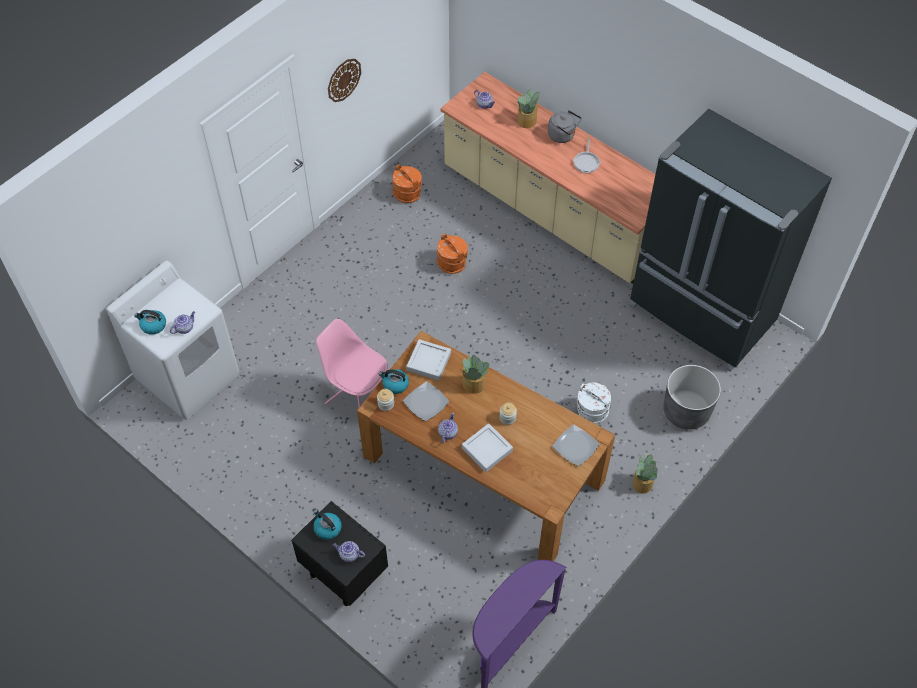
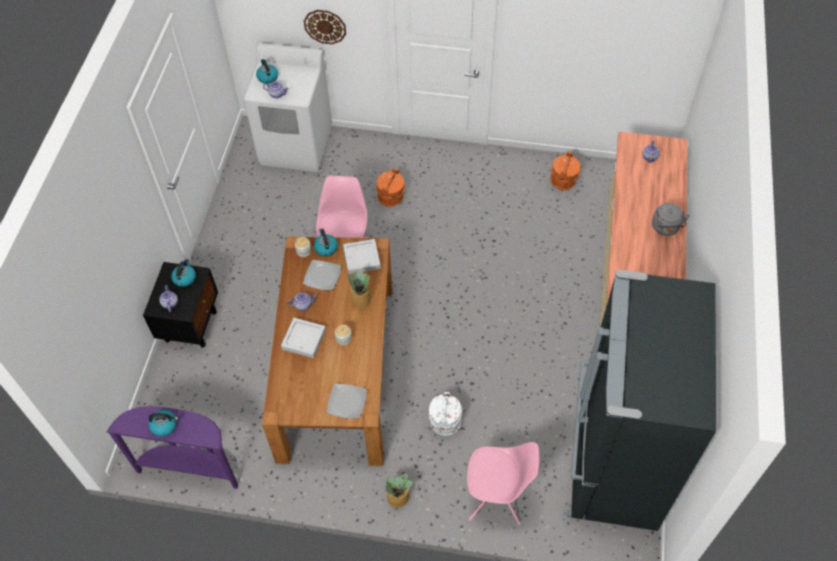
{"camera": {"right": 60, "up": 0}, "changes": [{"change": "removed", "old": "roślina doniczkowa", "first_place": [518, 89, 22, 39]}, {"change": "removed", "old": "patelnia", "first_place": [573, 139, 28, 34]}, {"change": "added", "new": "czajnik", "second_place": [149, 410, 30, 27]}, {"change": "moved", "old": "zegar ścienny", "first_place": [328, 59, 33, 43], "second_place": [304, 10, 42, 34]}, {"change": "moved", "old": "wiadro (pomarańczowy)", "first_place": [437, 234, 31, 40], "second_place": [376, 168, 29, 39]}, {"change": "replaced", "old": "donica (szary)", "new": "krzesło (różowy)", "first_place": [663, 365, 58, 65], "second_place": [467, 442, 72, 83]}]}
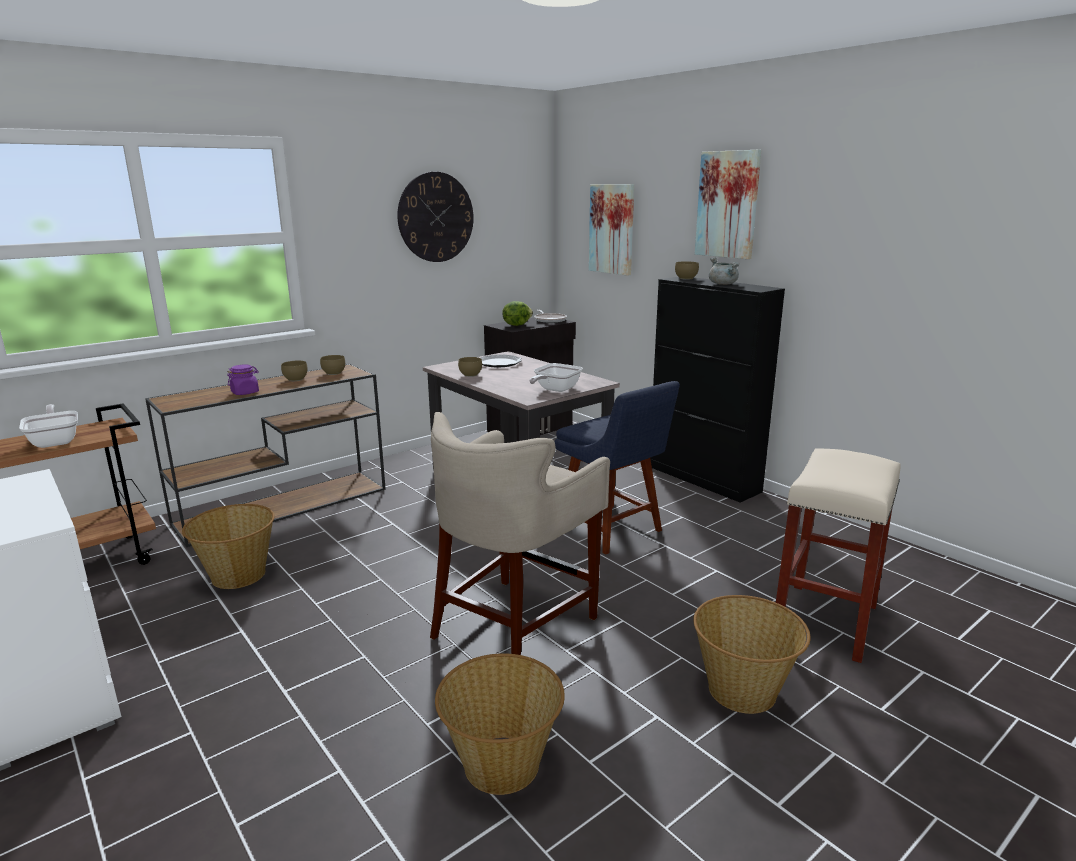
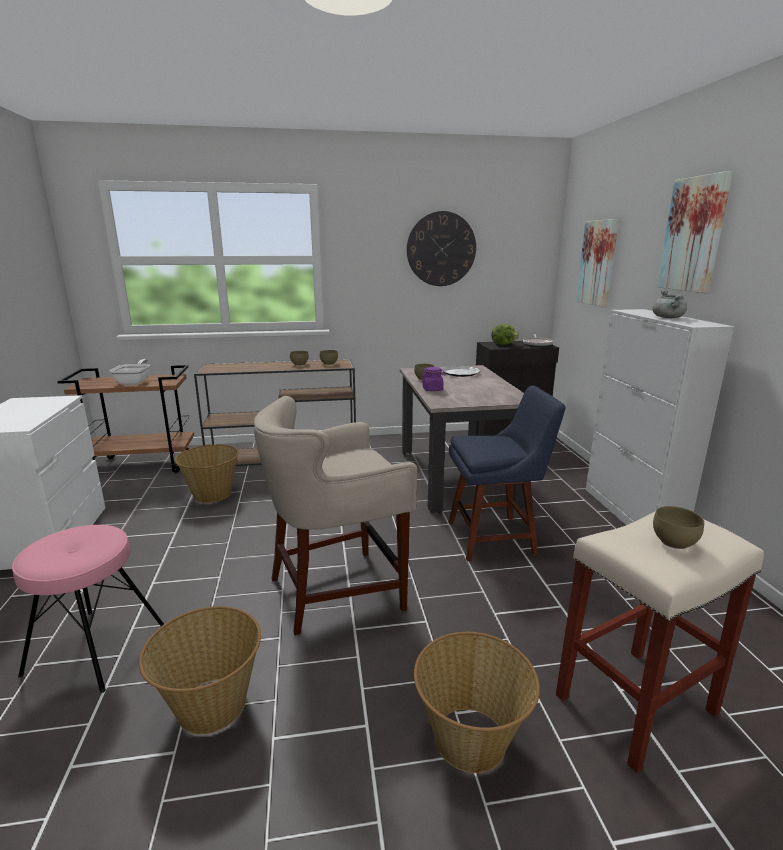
{"camera": {"right": 30, "up": 0}, "changes": [{"change": "removed", "old": "patelnia", "first_place": [529, 363, 54, 29]}, {"change": "added", "new": "stołek (różowy)", "second_place": [12, 525, 152, 168]}, {"change": "moved", "old": "słoik (fioletowy)", "first_place": [227, 365, 32, 30], "second_place": [421, 367, 25, 24]}, {"change": "moved", "old": "miska (brązowy)", "first_place": [675, 261, 24, 19], "second_place": [653, 506, 51, 43]}, {"change": "recoloured", "old": "szafka (czarny)", "new": "szafka (biały)", "first_place": [650, 277, 135, 226], "second_place": [586, 309, 149, 216]}, {"change": "turned", "old": "krzesło (niebieski)", "first_place": [555, 381, 125, 174], "second_place": [448, 385, 118, 176], "degrees": -90}]}
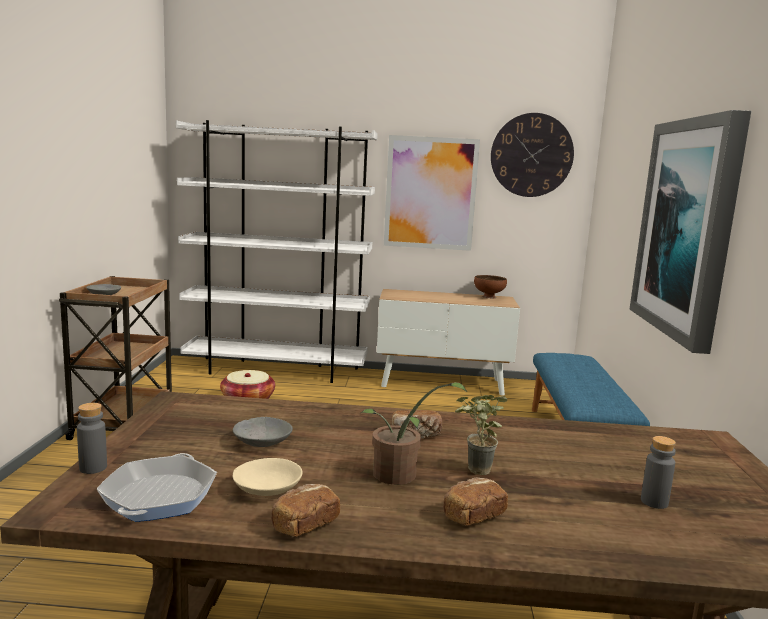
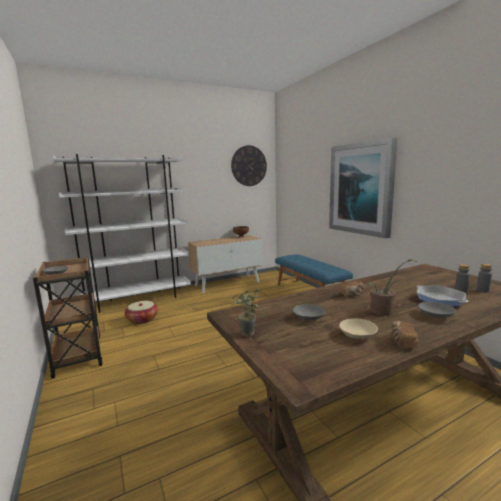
{"camera": {"right": -30, "up": 0}, "changes": [{"change": "removed", "old": "obraz", "first_place": [384, 135, 96, 116]}, {"change": "moved", "old": "butelka (szary)", "first_place": [77, 403, 30, 71], "second_place": [477, 264, 15, 28]}, {"change": "moved", "old": "patelnia", "first_place": [97, 453, 120, 69], "second_place": [417, 285, 51, 21]}, {"change": "moved", "old": "roślina doniczkowa", "first_place": [455, 395, 52, 80], "second_place": [232, 289, 27, 48]}, {"change": "replaced", "old": "chleb", "new": "miska (szary)", "first_place": [443, 477, 65, 49], "second_place": [418, 302, 38, 16]}]}
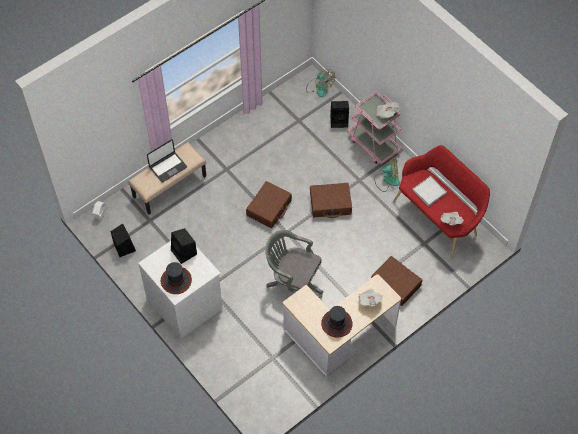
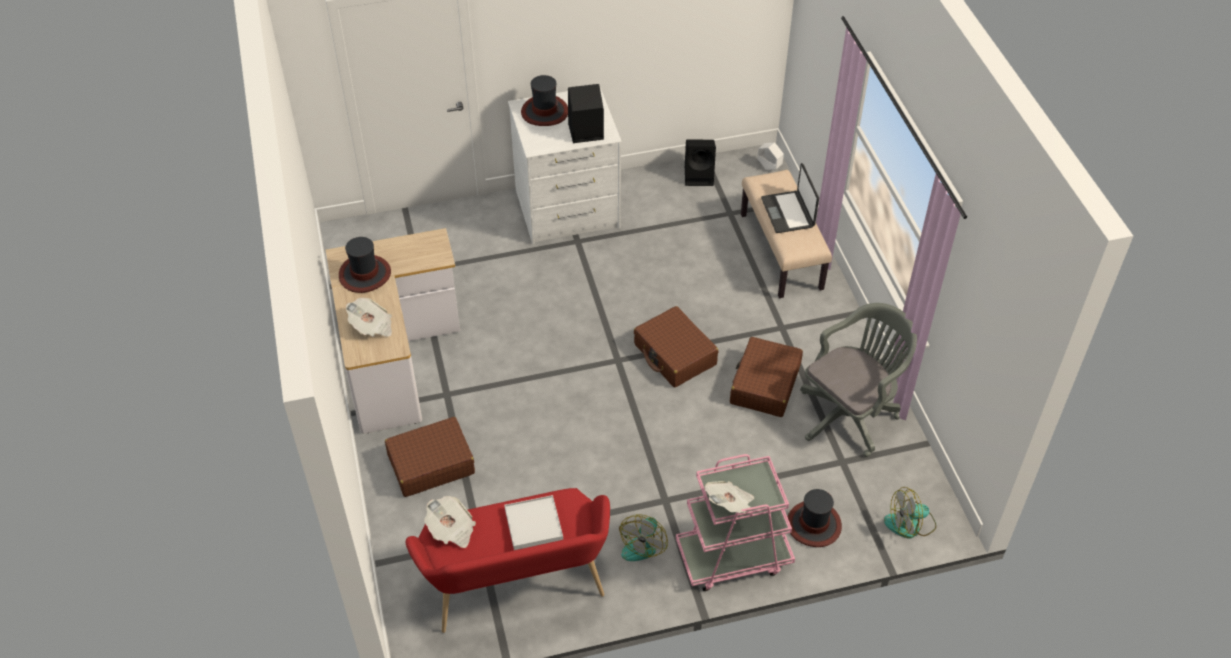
{"camera": {"right": 115, "up": -10}, "changes": [{"change": "moved", "old": "krzesło biurowe (szary)", "first_place": [265, 230, 58, 68], "second_place": [800, 303, 117, 154]}, {"change": "moved", "old": "walizka (brązowy)", "first_place": [310, 183, 42, 35], "second_place": [730, 337, 73, 80]}, {"change": "replaced", "old": "głośnik (czarny)", "new": "kapelusz", "first_place": [330, 101, 19, 27], "second_place": [788, 489, 54, 58]}]}
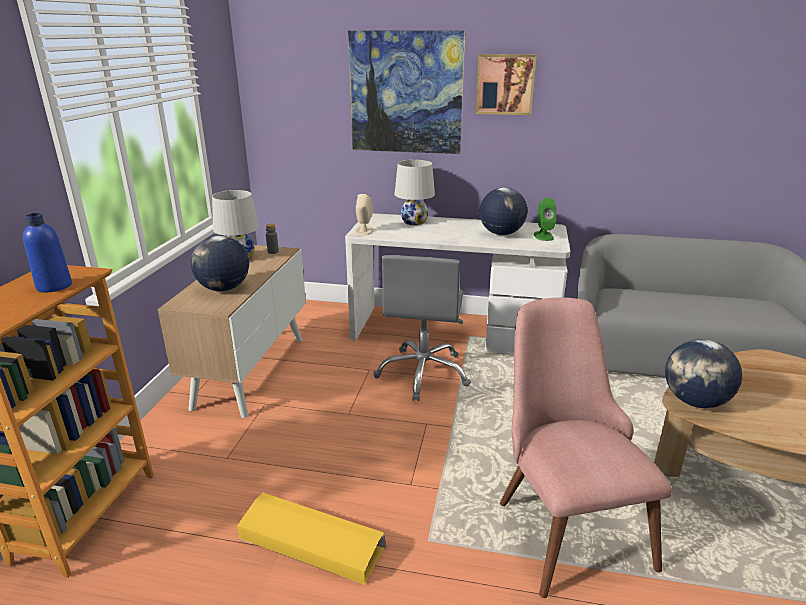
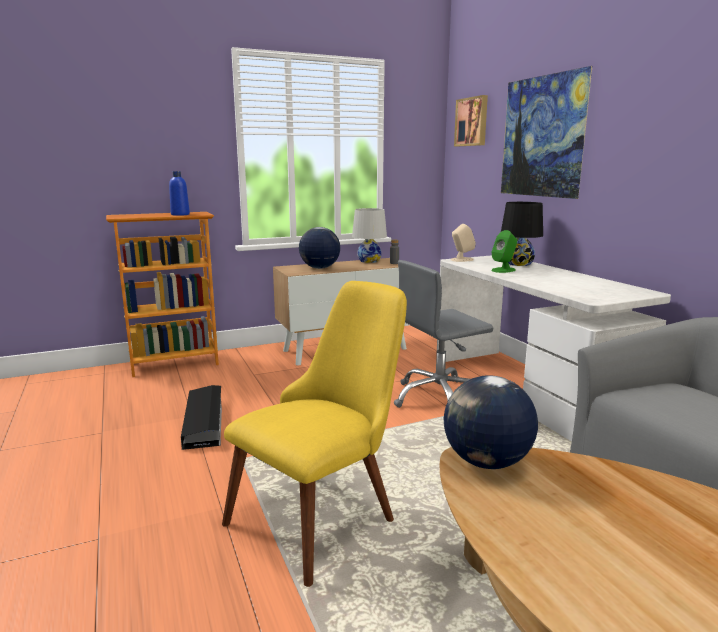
{"camera": {"right": 55, "up": -10}, "changes": [{"change": "removed", "old": "globus", "first_place": [480, 187, 47, 48]}, {"change": "moved", "old": "obraz", "first_place": [475, 54, 62, 61], "second_place": [454, 95, 34, 51]}, {"change": "moved", "old": "głośnik (zielony)", "first_place": [534, 198, 22, 43], "second_place": [491, 230, 26, 43]}, {"change": "recoloured", "old": "pojemnik do przechowywania (żółty)", "new": "pojemnik do przechowywania (czarny)", "first_place": [237, 493, 148, 92], "second_place": [181, 385, 41, 65]}, {"change": "recoloured", "old": "lampa stołowa (biały)", "new": "lampa stołowa (czarny)", "first_place": [395, 160, 40, 65], "second_place": [501, 202, 42, 64]}, {"change": "recoloured", "old": "krzesło (różowy)", "new": "krzesło (żółty)", "first_place": [500, 298, 172, 300], "second_place": [222, 281, 185, 306]}]}
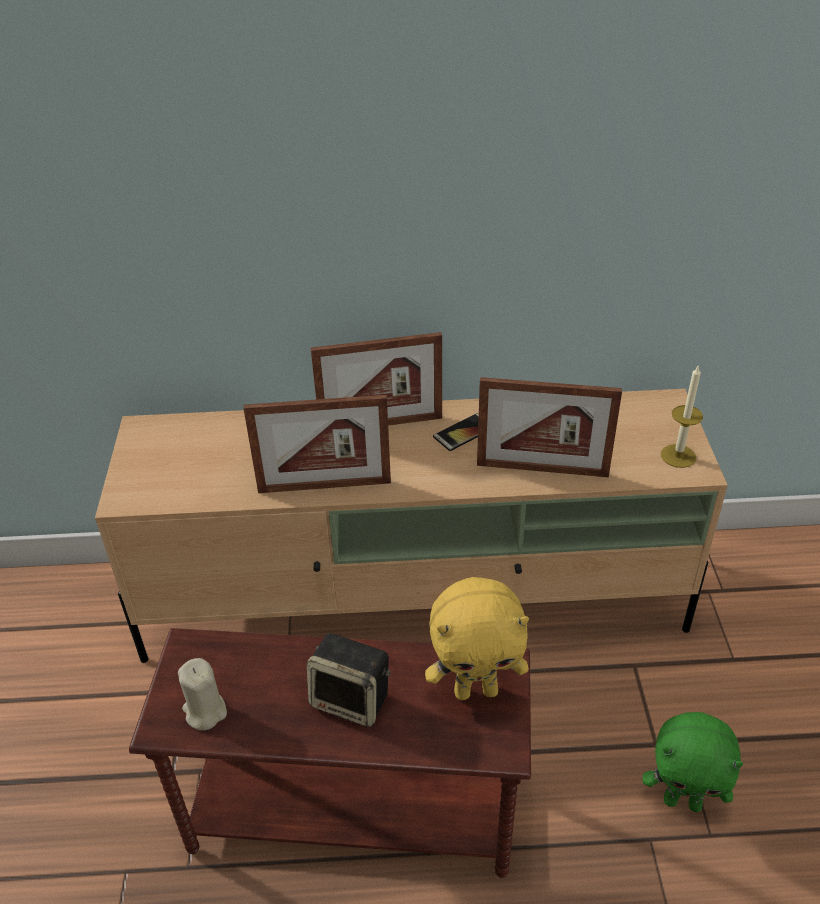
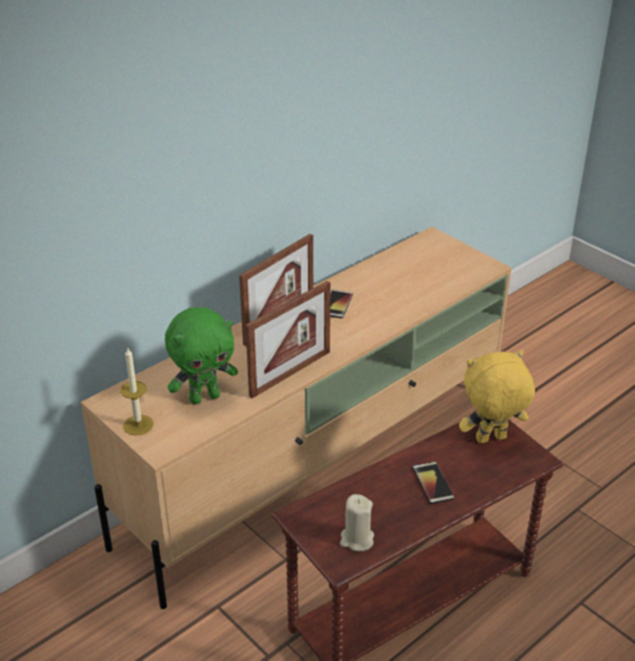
{"camera": {"right": -40, "up": -5}, "changes": [{"change": "removed", "old": "ramka na zdjęcie", "first_place": [477, 377, 145, 100]}, {"change": "moved", "old": "pluszak (zielony)", "first_place": [642, 712, 101, 100], "second_place": [165, 307, 73, 98]}, {"change": "moved", "old": "świeca", "first_place": [661, 364, 42, 104], "second_place": [120, 348, 34, 87]}, {"change": "replaced", "old": "głośnik", "new": "telefon", "first_place": [307, 633, 84, 94], "second_place": [413, 462, 42, 42]}, {"change": "turned", "old": "pluszak (żółty)", "first_place": [425, 577, 104, 123], "second_place": [459, 350, 76, 93], "degrees": -150}]}
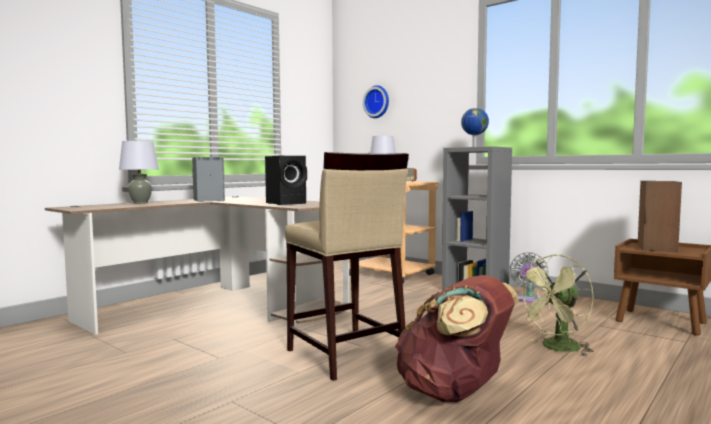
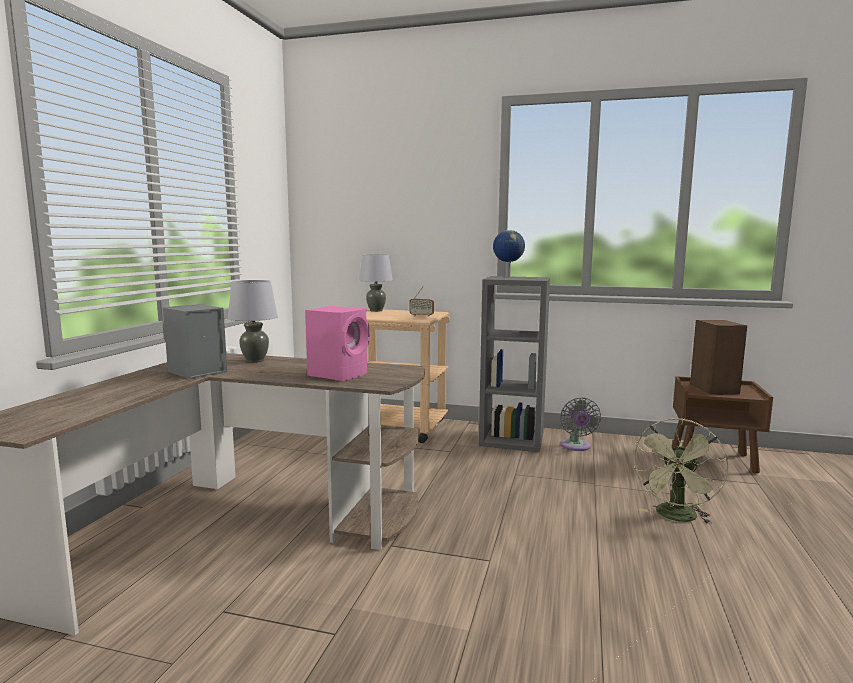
{"camera": {"right": -25, "up": 5}, "changes": [{"change": "removed", "old": "stołek (beżowy)", "first_place": [285, 152, 124, 229]}, {"change": "removed", "old": "zegar ścienny", "first_place": [363, 85, 26, 33]}, {"change": "removed", "old": "plecak (brązowy)", "first_place": [395, 275, 124, 127]}, {"change": "moved", "old": "lampa stołowa (szary)", "first_place": [119, 141, 40, 63], "second_place": [228, 280, 50, 82]}, {"change": "recoloured", "old": "głośnik (czarny)", "new": "głośnik (różowy)", "first_place": [265, 156, 42, 49], "second_place": [305, 306, 64, 75]}]}
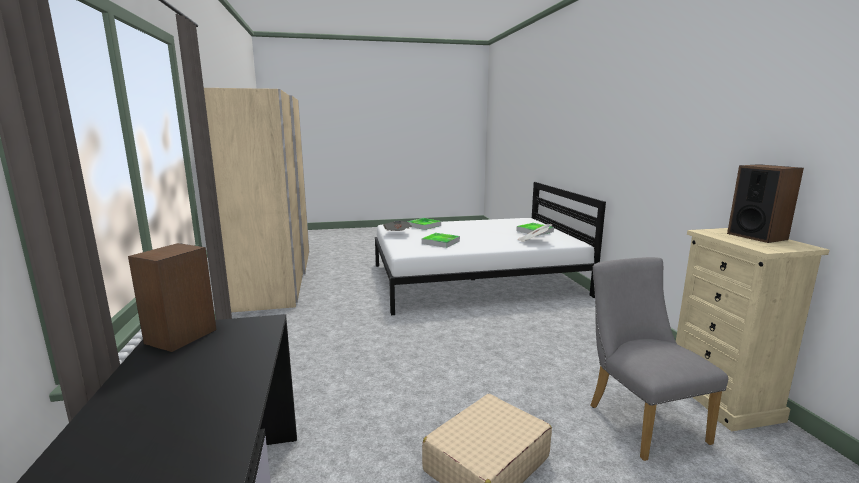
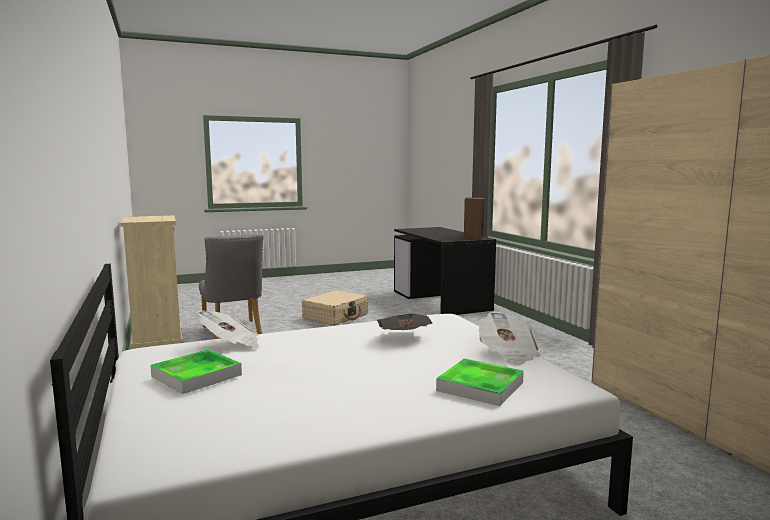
{"camera": {"right": 170, "up": -5}, "changes": [{"change": "removed", "old": "głośnik", "first_place": [727, 164, 77, 79]}, {"change": "replaced", "old": "taca", "new": "gazeta", "first_place": [422, 233, 38, 15], "second_place": [377, 314, 56, 16]}]}
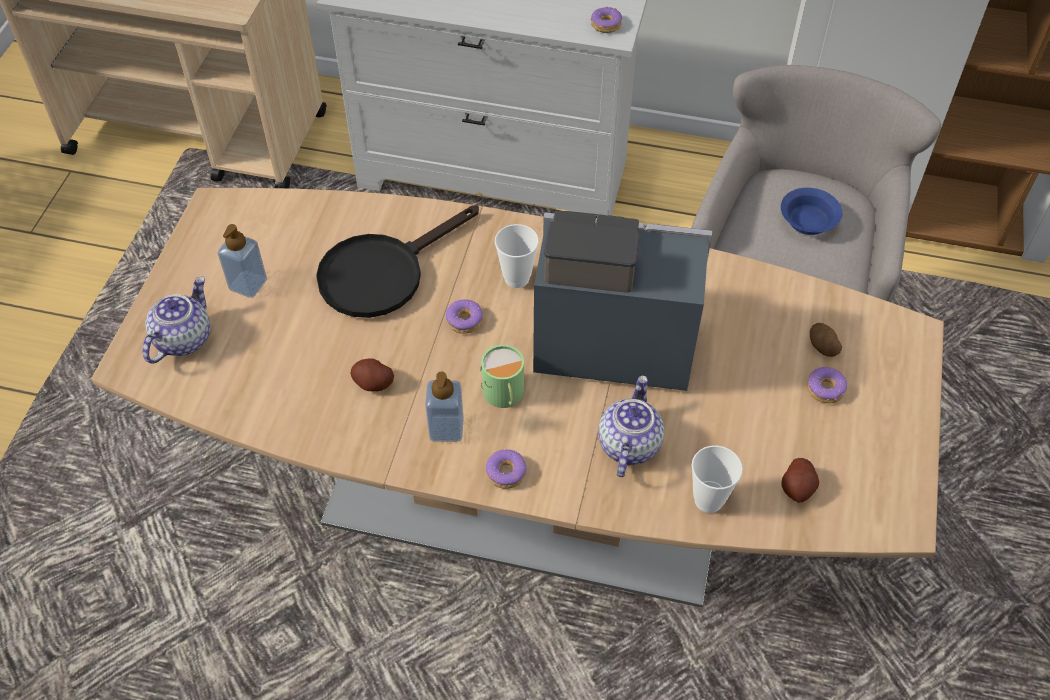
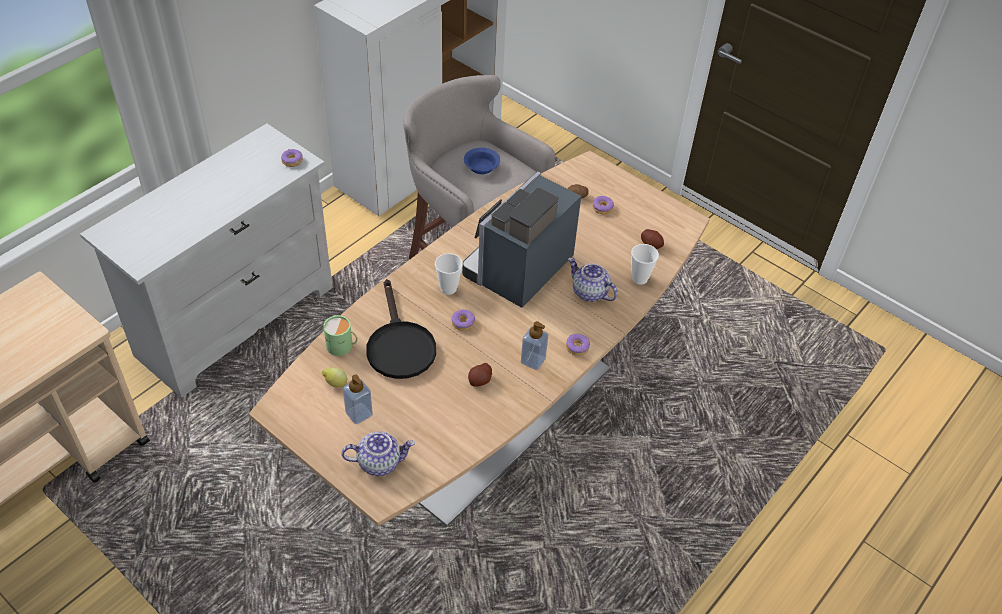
{"camera": {"right": -65, "up": -5}, "changes": [{"change": "added", "new": "cytryna", "second_place": [322, 367, 25, 21]}, {"change": "moved", "old": "kubek (zielony)", "first_place": [480, 345, 44, 63], "second_place": [323, 315, 35, 41]}, {"change": "turned", "old": "imbryk", "first_place": [143, 276, 67, 88], "second_place": [341, 431, 74, 45], "degrees": 120}]}
